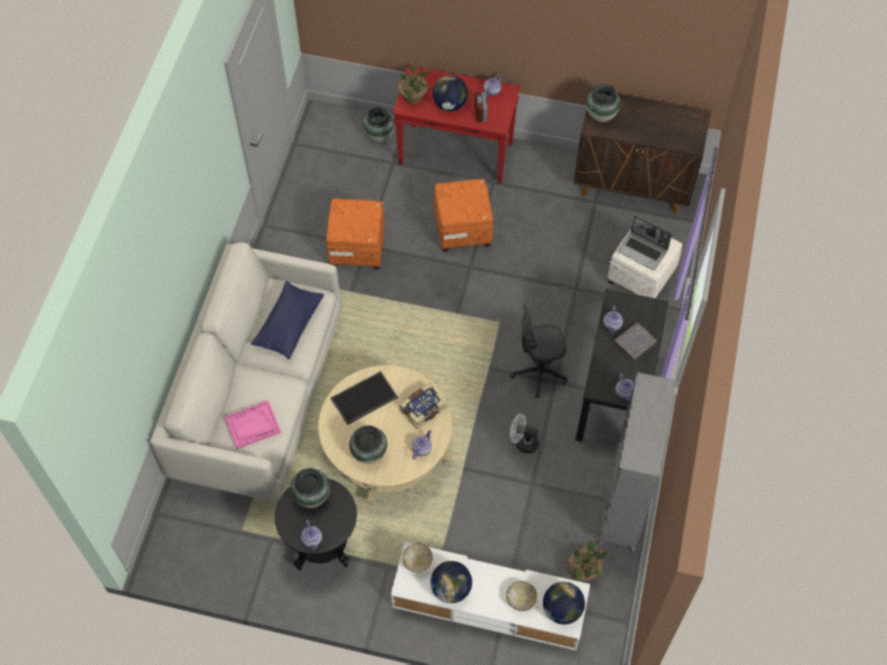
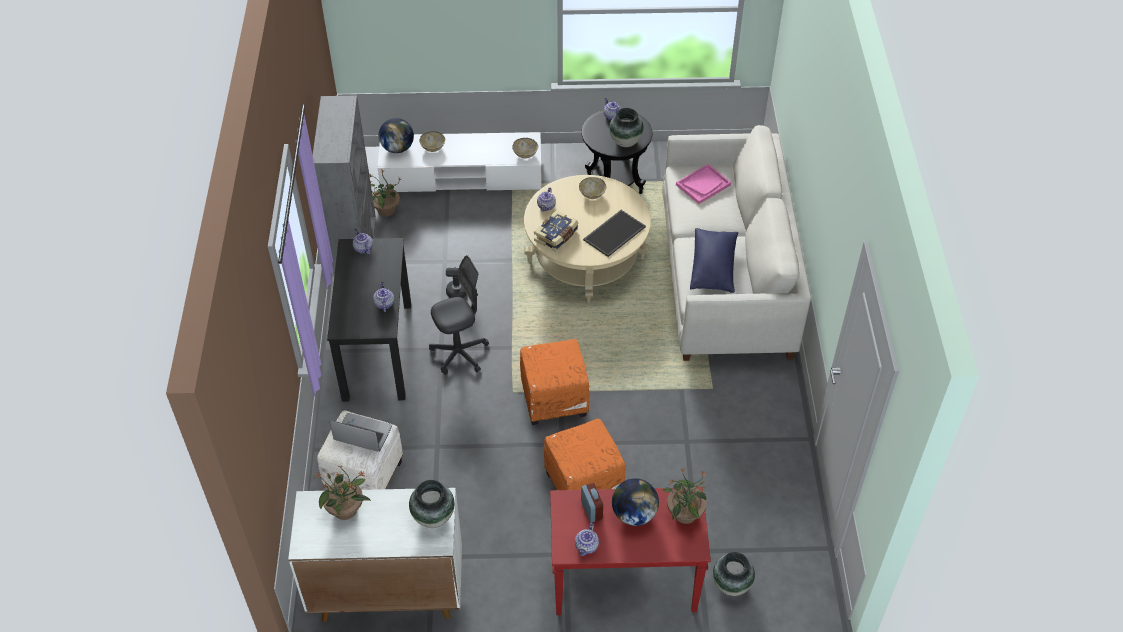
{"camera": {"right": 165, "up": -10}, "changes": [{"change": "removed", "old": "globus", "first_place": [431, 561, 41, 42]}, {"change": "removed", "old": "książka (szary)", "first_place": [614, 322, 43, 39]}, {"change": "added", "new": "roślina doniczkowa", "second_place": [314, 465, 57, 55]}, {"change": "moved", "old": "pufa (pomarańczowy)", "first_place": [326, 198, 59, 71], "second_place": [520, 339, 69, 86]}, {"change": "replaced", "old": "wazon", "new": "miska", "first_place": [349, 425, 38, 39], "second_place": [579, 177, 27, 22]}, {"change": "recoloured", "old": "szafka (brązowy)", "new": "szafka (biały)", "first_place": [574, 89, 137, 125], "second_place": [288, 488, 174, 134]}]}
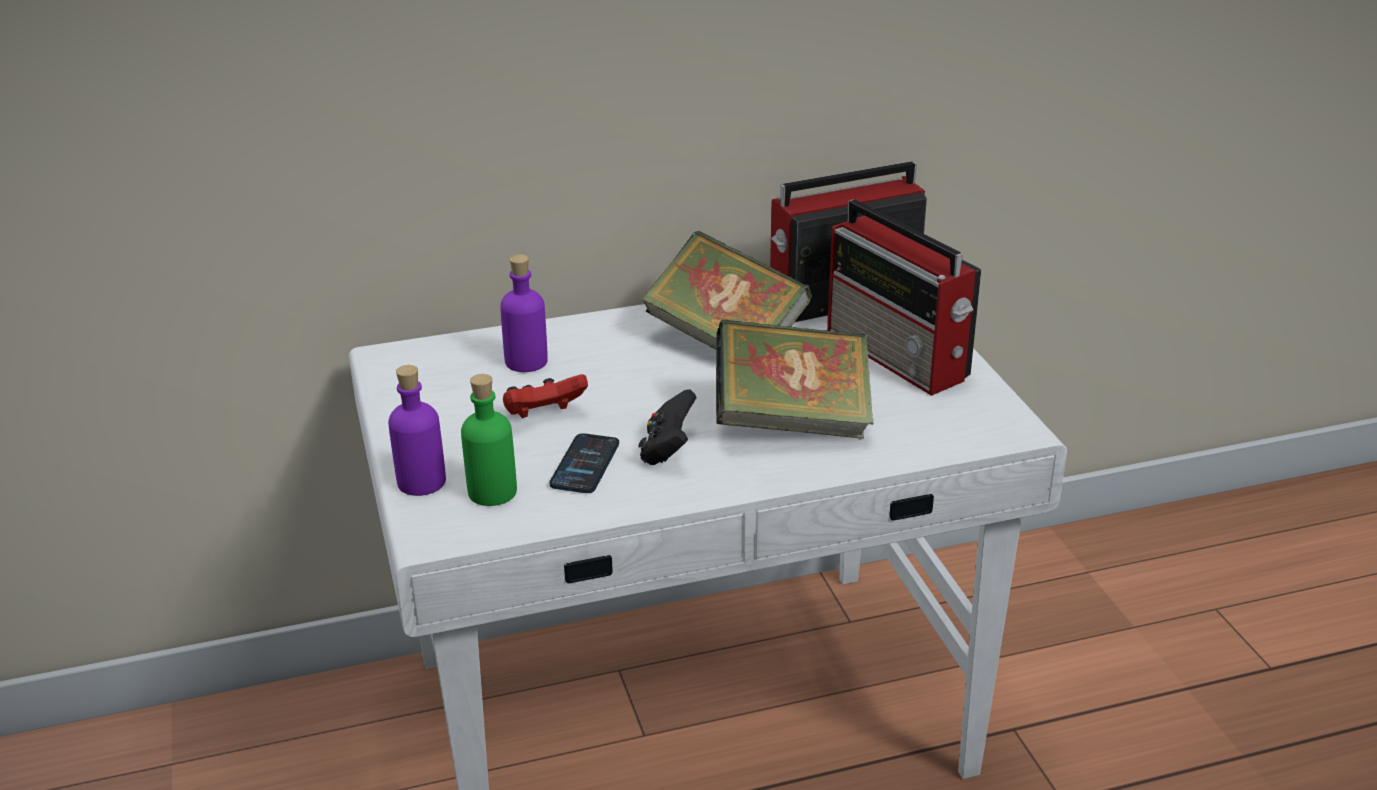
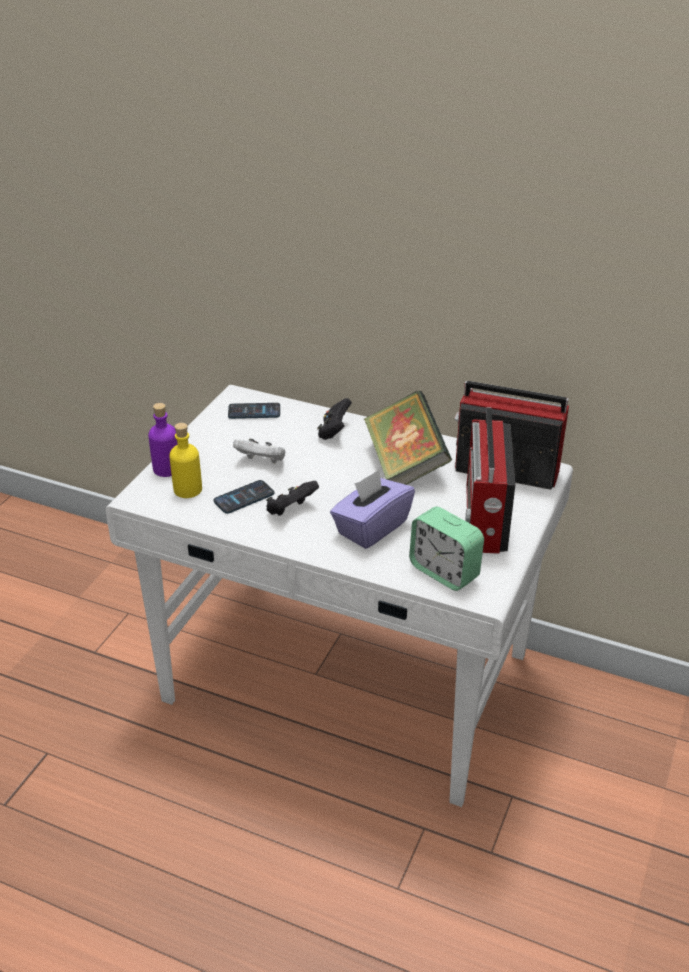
{"camera": {"right": 40, "up": 5}, "changes": [{"change": "removed", "old": "butelka (fioletowy)", "first_place": [500, 255, 48, 117]}, {"change": "added", "new": "telefon", "second_place": [228, 403, 52, 16]}, {"change": "added", "new": "pad do gier (czarny)", "second_place": [317, 398, 35, 42]}, {"change": "added", "new": "budzik", "second_place": [409, 507, 75, 84]}, {"change": "replaced", "old": "książka", "new": "pudełko chusteczek (fioletowy)", "first_place": [716, 320, 158, 119], "second_place": [330, 470, 85, 79]}, {"change": "recoloured", "old": "butelka (zielony)", "new": "butelka (żółty)", "first_place": [461, 374, 56, 132], "second_place": [169, 423, 33, 75]}, {"change": "recoloured", "old": "pad do gier (czerwony)", "new": "pad do gier (biały)", "first_place": [503, 374, 85, 44], "second_place": [233, 439, 52, 24]}]}
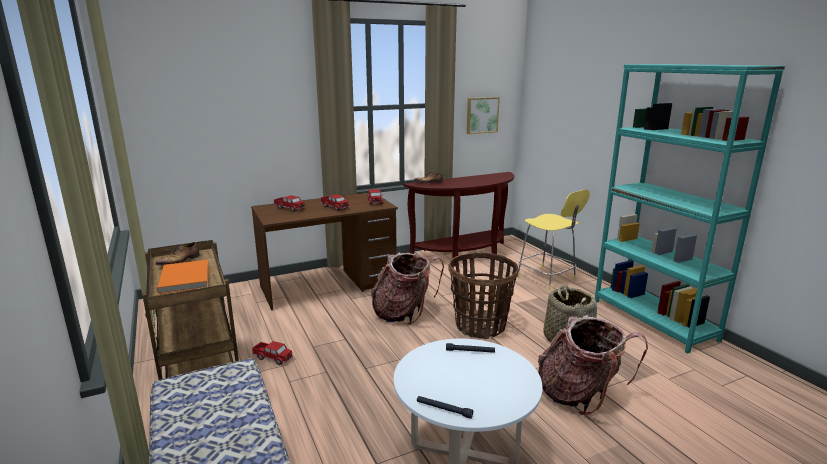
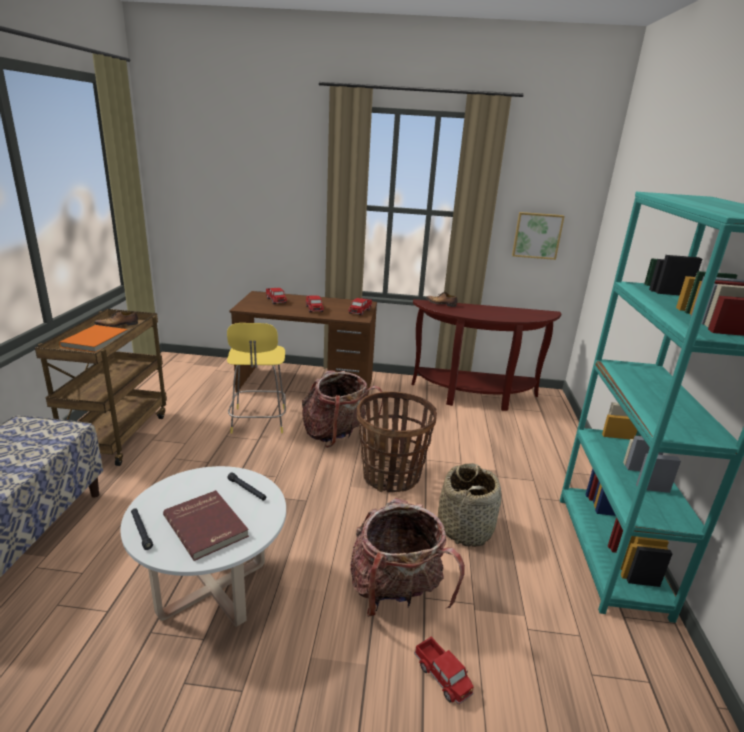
{"camera": {"right": 30, "up": 5}, "changes": [{"change": "added", "new": "książka (czerwony)", "second_place": [163, 490, 86, 71]}, {"change": "moved", "old": "ciężarówka zabawkowa", "first_place": [252, 341, 41, 24], "second_place": [414, 637, 60, 68]}, {"change": "moved", "old": "stołek (żółty)", "first_place": [517, 189, 73, 101], "second_place": [227, 323, 59, 111]}]}
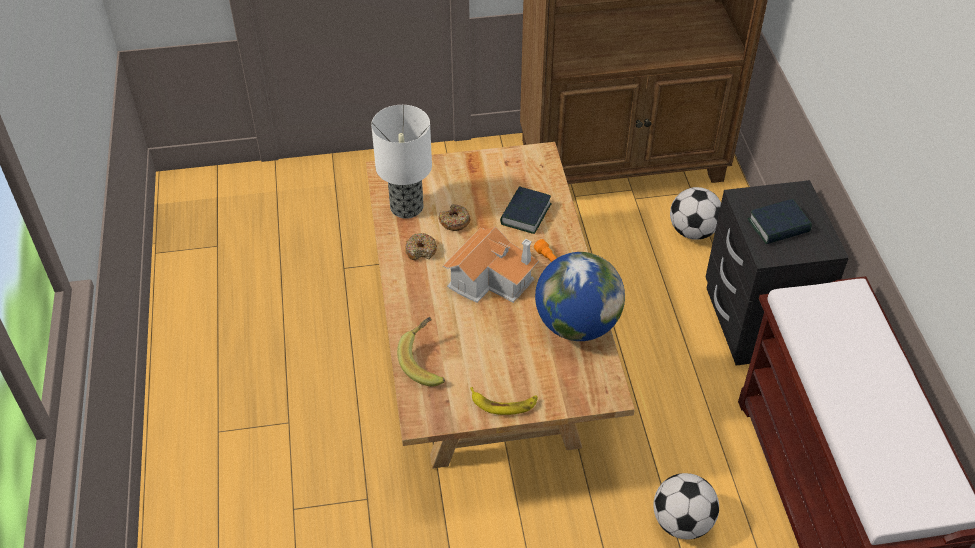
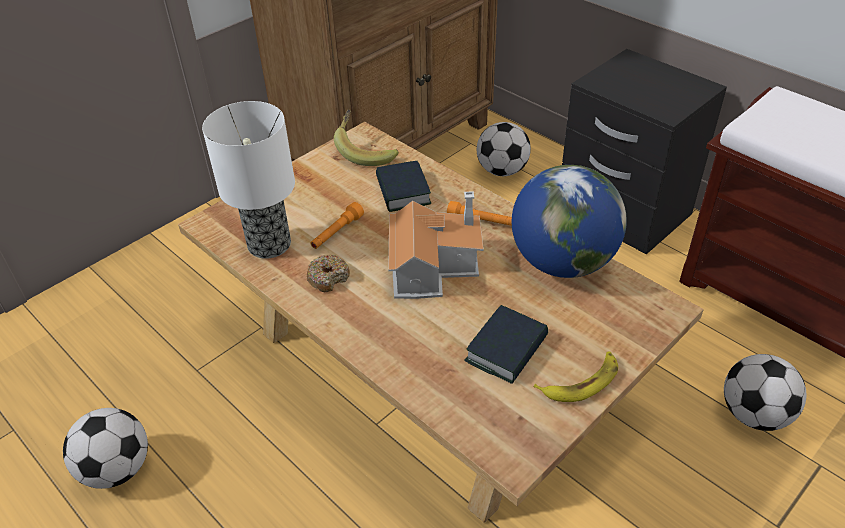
{"camera": {"right": -35, "up": -5}, "changes": [{"change": "added", "new": "piłka futbolowa", "second_place": [63, 408, 85, 81]}, {"change": "moved", "old": "banan", "first_place": [397, 317, 48, 70], "second_place": [334, 109, 65, 57]}, {"change": "moved", "old": "książka", "first_place": [748, 199, 64, 45], "second_place": [464, 305, 84, 79]}, {"change": "replaced", "old": "donut", "new": "latarka (pomarańczowy)", "first_place": [439, 204, 32, 27], "second_place": [311, 202, 53, 47]}]}
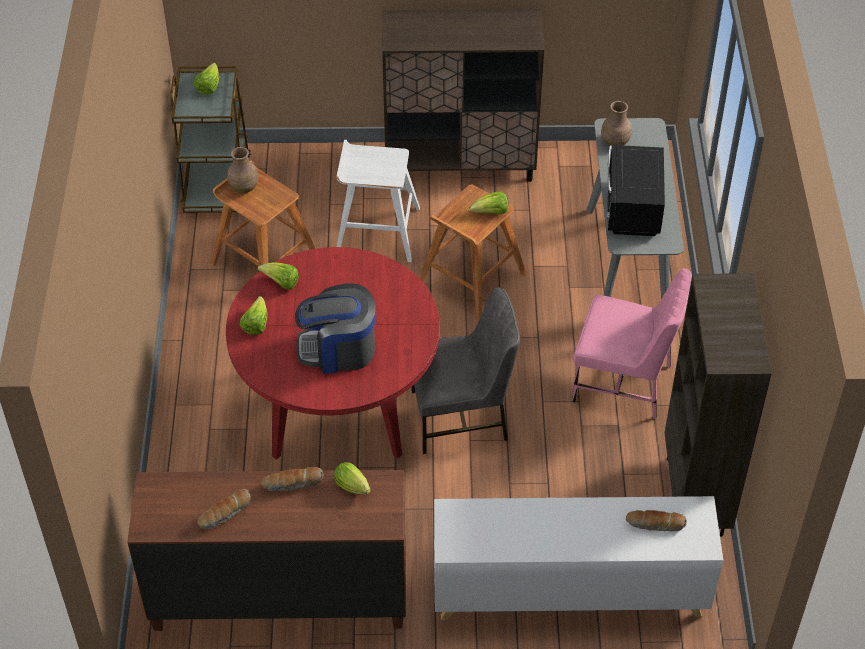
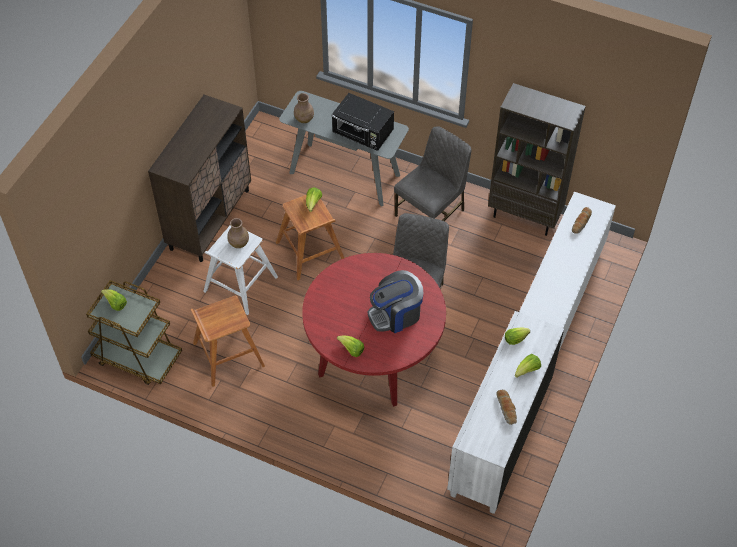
{"camera": {"right": -65, "up": 5}, "changes": [{"change": "removed", "old": "chleb", "first_place": [262, 467, 62, 24]}, {"change": "moved", "old": "wazon (brązowy)", "first_place": [227, 147, 31, 47], "second_place": [227, 218, 22, 30]}, {"change": "moved", "old": "sałata", "first_place": [258, 263, 41, 27], "second_place": [515, 354, 26, 24]}, {"change": "recoloured", "old": "komoda (brązowy)", "new": "komoda (biały)", "first_place": [127, 470, 279, 161], "second_place": [447, 311, 117, 203]}, {"change": "recoloured", "old": "krzesło (różowy)", "new": "krzesło (szary)", "first_place": [572, 268, 120, 151], "second_place": [394, 126, 78, 95]}, {"change": "turned", "old": "ekspres do kawy", "first_place": [295, 283, 81, 91], "second_place": [367, 270, 56, 63], "degrees": 45}]}
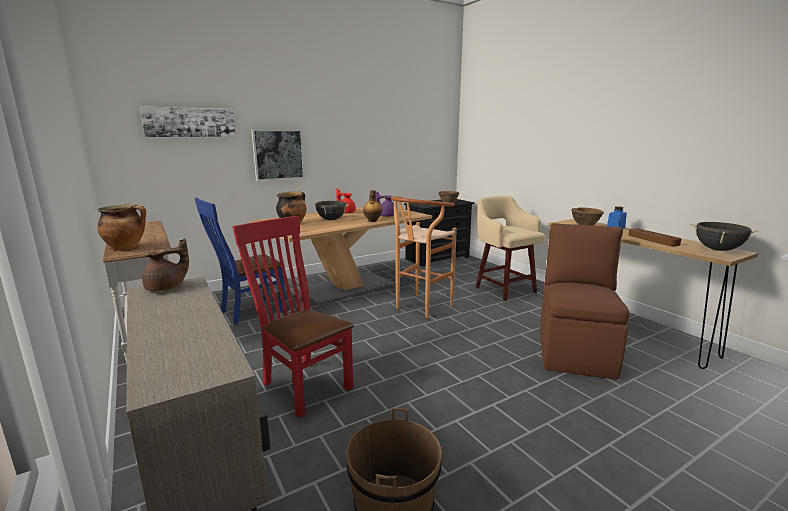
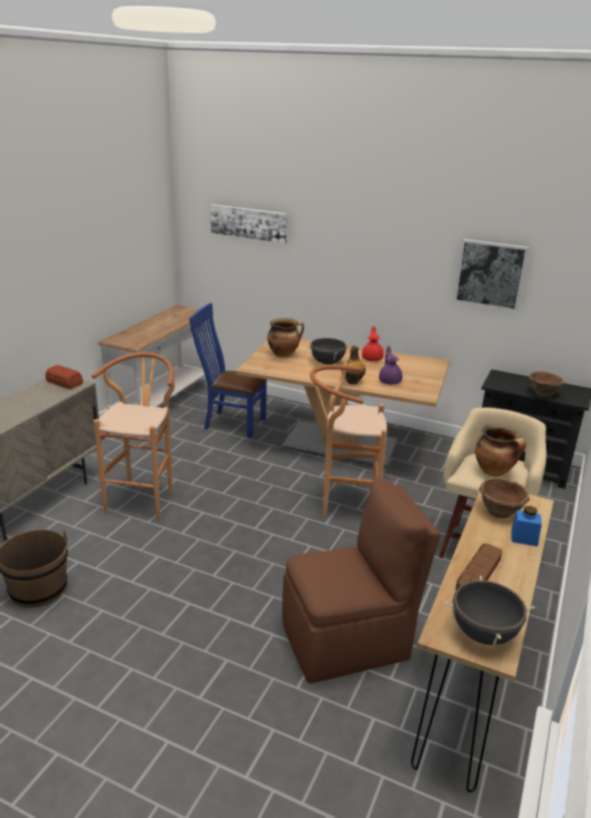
{"camera": {"right": 55, "up": 10}, "changes": [{"change": "moved", "old": "garnek", "first_place": [97, 204, 49, 47], "second_place": [475, 424, 51, 53]}, {"change": "moved", "old": "obraz", "first_place": [251, 129, 54, 52], "second_place": [454, 239, 75, 72]}, {"change": "replaced", "old": "imbryk (brązowy)", "new": "chleb", "first_place": [142, 238, 47, 54], "second_place": [45, 365, 38, 24]}, {"change": "replaced", "old": "krzesło (czerwony)", "new": "stołek (brązowy)", "first_place": [232, 216, 122, 202], "second_place": [92, 352, 83, 169]}]}
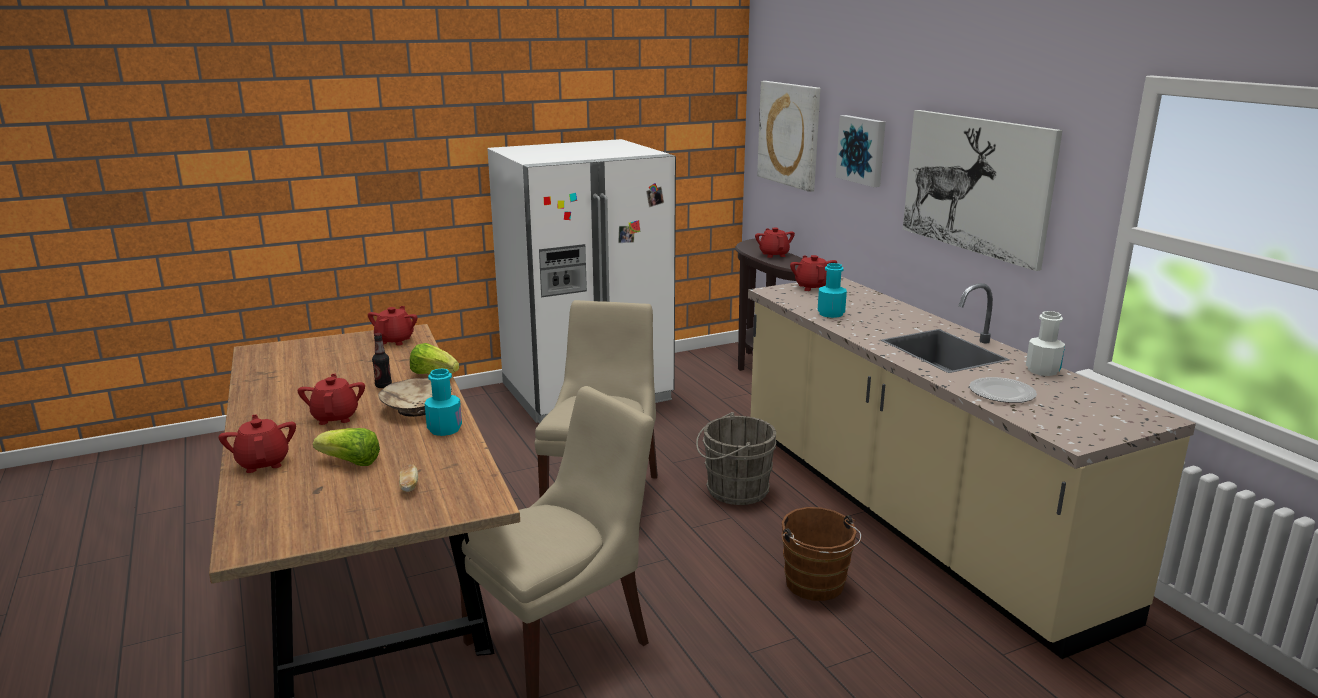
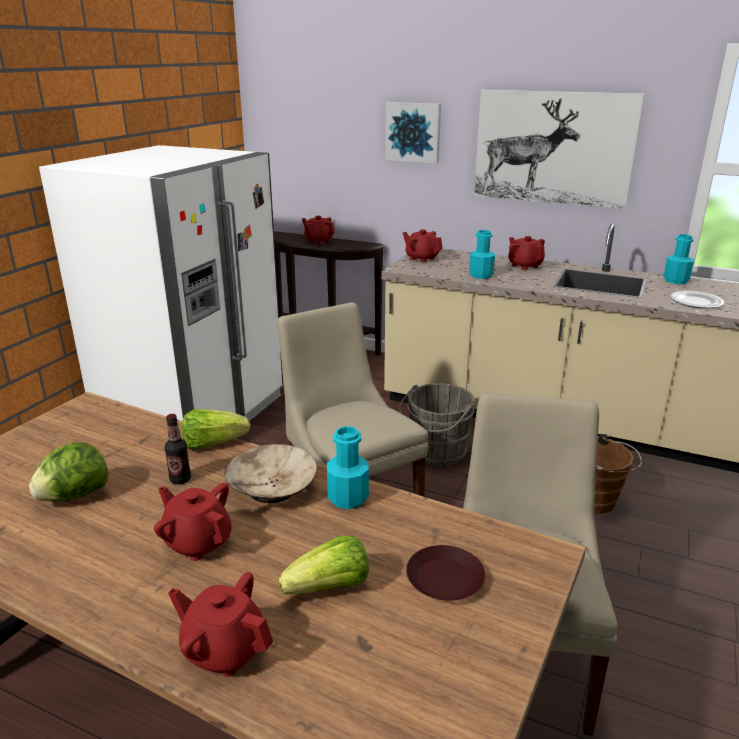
{"camera": {"right": -40, "up": 5}, "changes": [{"change": "removed", "old": "obraz", "first_place": [757, 81, 63, 111]}, {"change": "added", "new": "sałata", "second_place": [29, 442, 79, 60]}, {"change": "moved", "old": "imbryk (czerwony)", "first_place": [368, 306, 49, 39], "second_place": [508, 236, 37, 34]}, {"change": "replaced", "old": "chleb", "new": "talerz (brązowy)", "first_place": [399, 464, 19, 28], "second_place": [406, 545, 79, 56]}, {"change": "recoloured", "old": "butelka (biały)", "new": "butelka (turkusowy)", "first_place": [1026, 311, 39, 65], "second_place": [663, 234, 31, 50]}]}
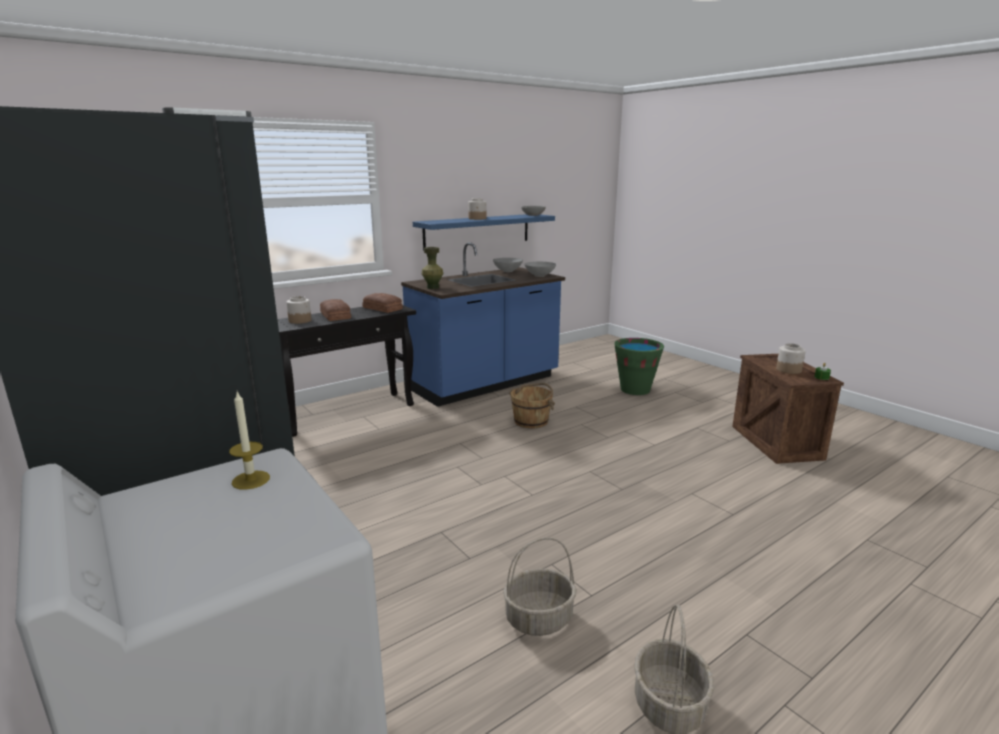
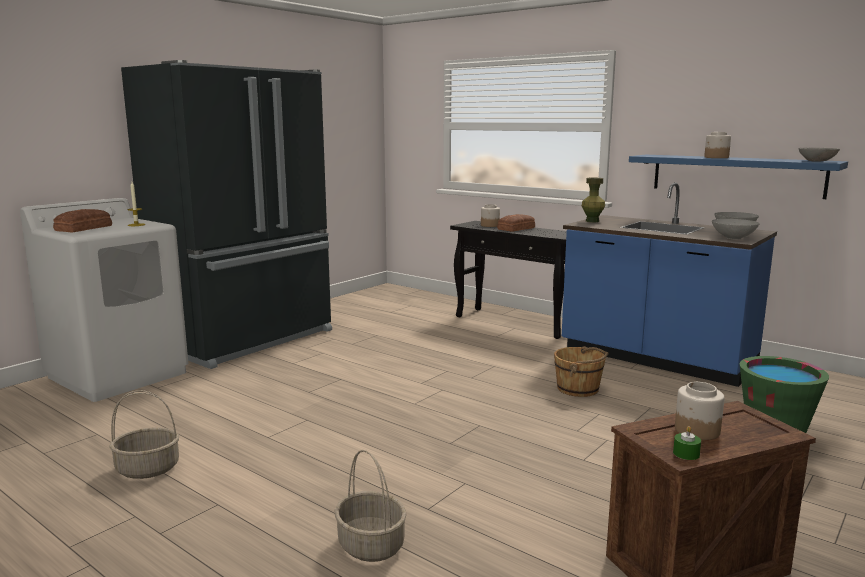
{"camera": {"right": 75, "up": -5}, "changes": [{"change": "moved", "old": "chleb", "first_place": [363, 293, 40, 20], "second_place": [53, 209, 59, 23]}, {"change": "moved", "old": "koszyk", "first_place": [503, 538, 74, 98], "second_place": [334, 450, 73, 112]}]}
